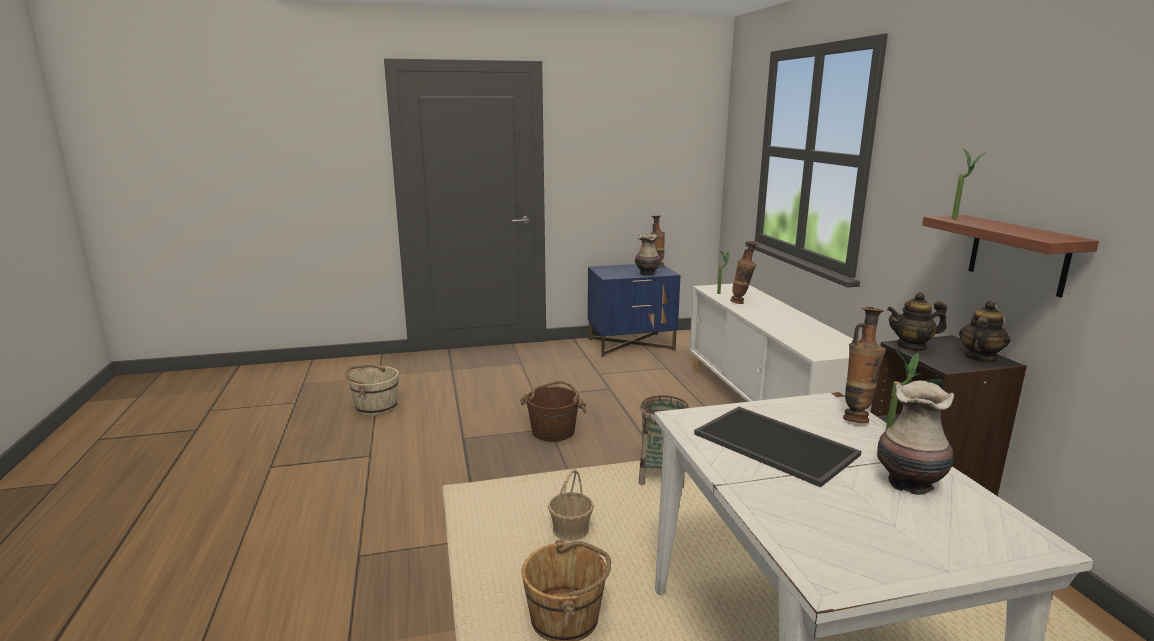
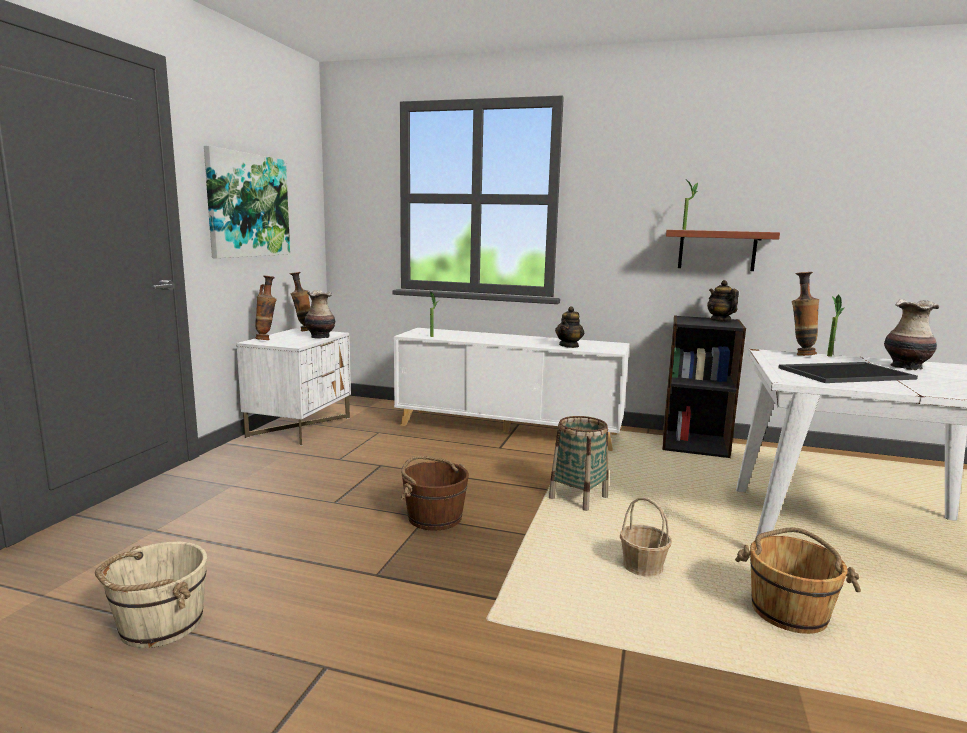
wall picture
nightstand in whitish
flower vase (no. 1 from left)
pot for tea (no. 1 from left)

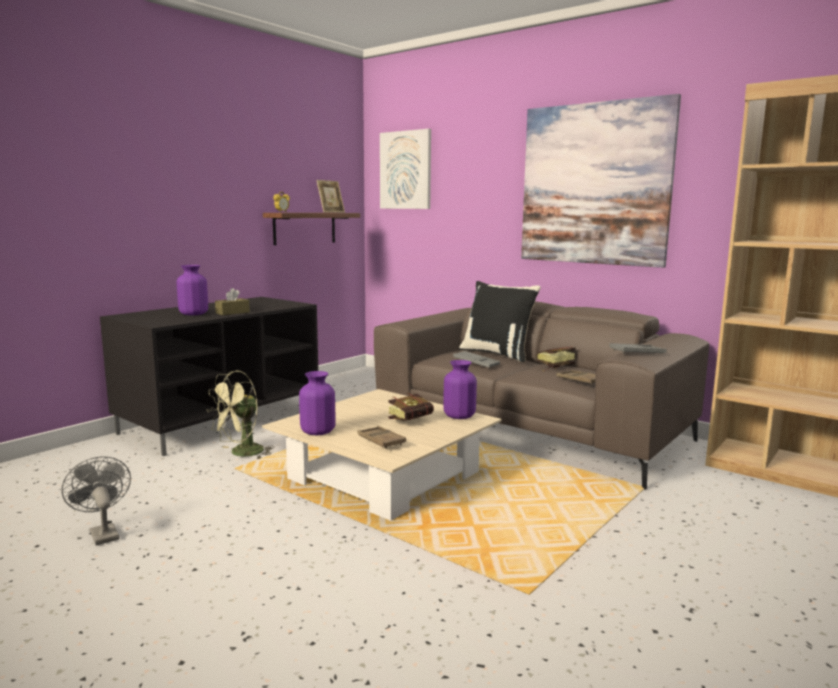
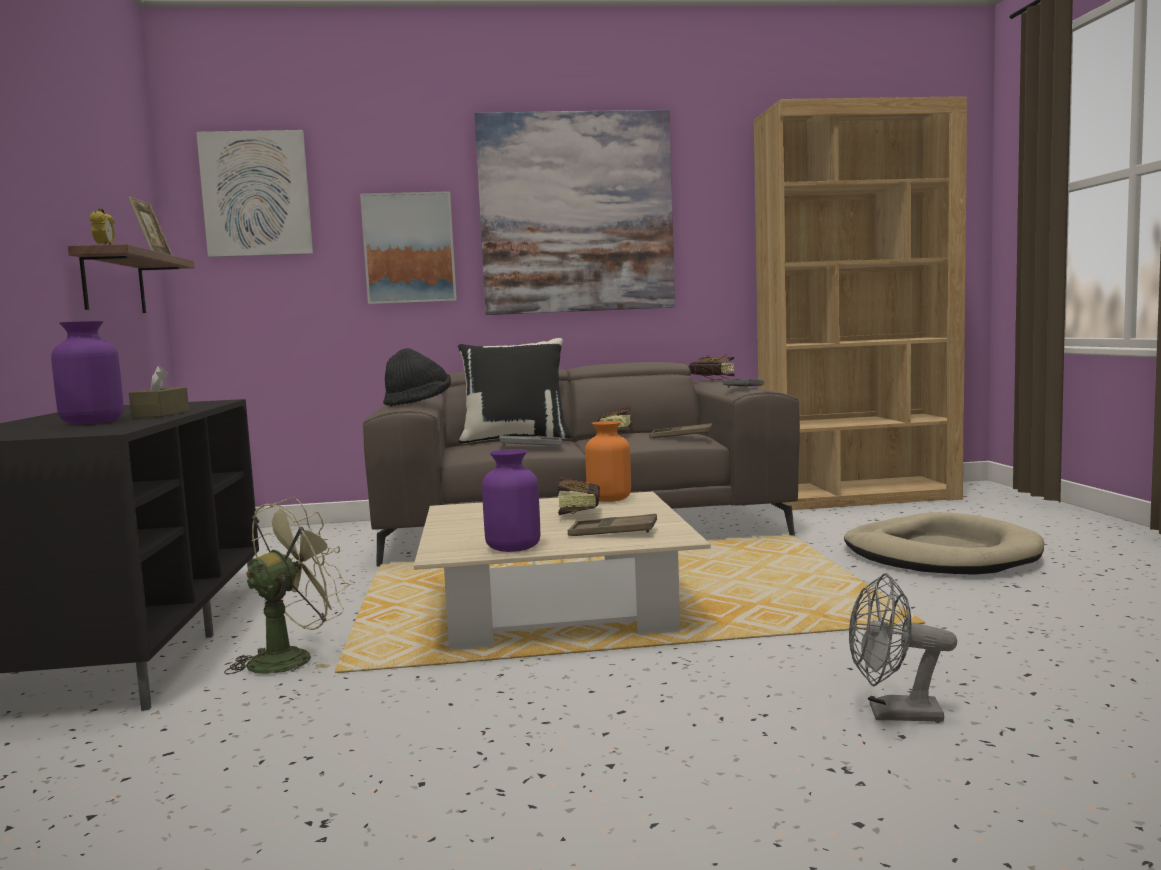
fan in green-coloured
wall picture (no. 2 from left)
clothing hat in blackish
flower vase in orangey
volume (no. 3 from left)
pet bed in beige
fan in grey

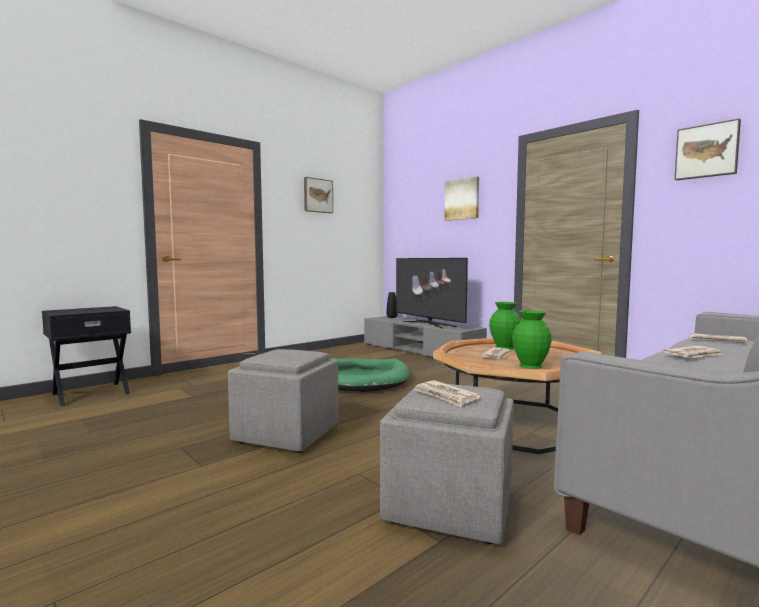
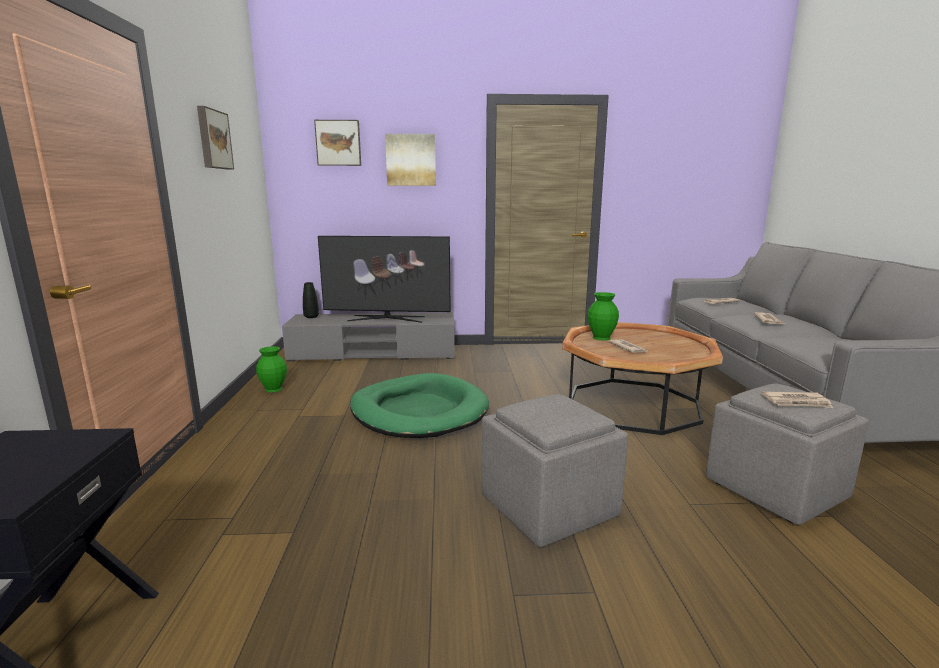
flower vase in green-coloured (no. 1 from left)
wall picture (no. 2 from left)

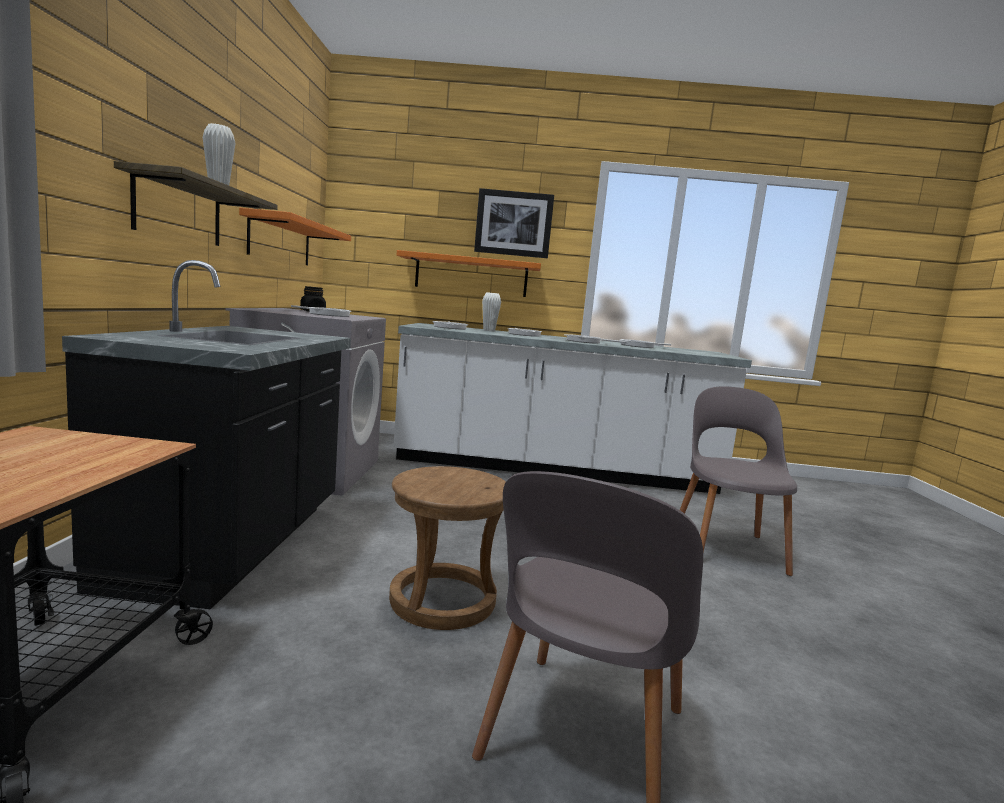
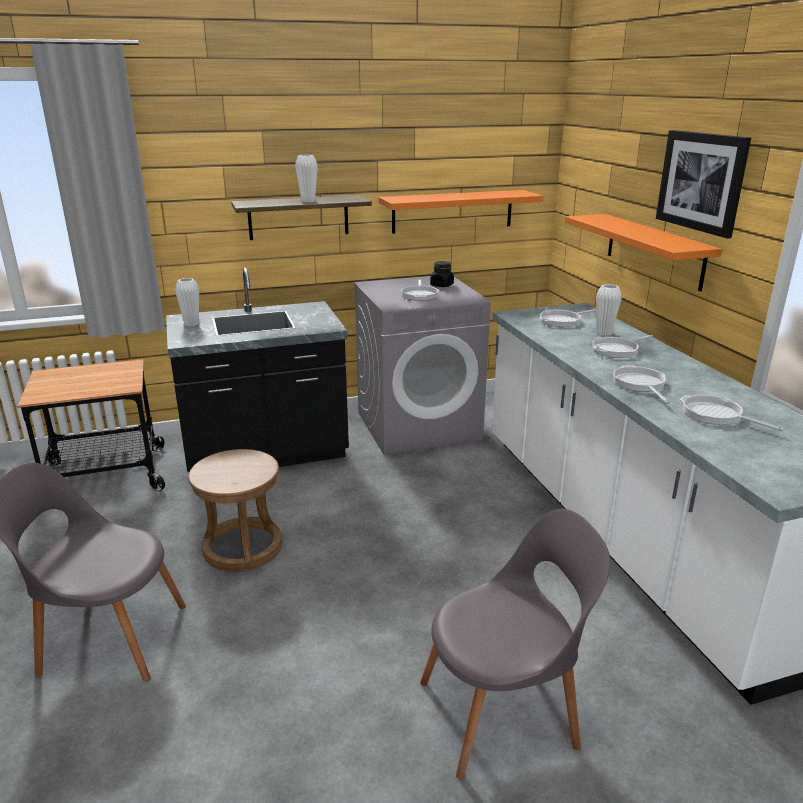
flower vase in whitish (no. 1 from left)

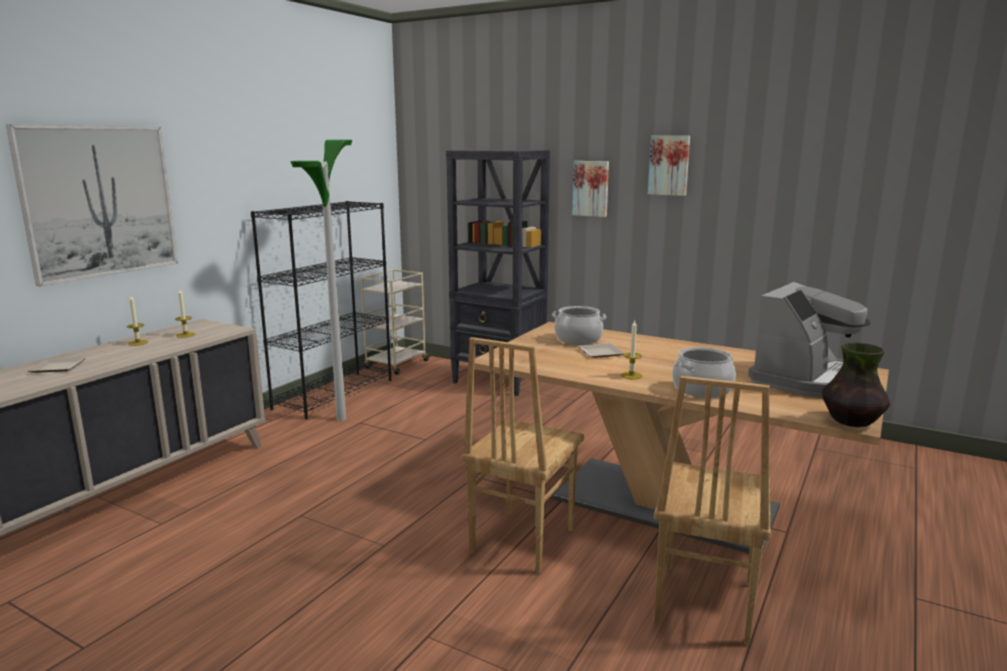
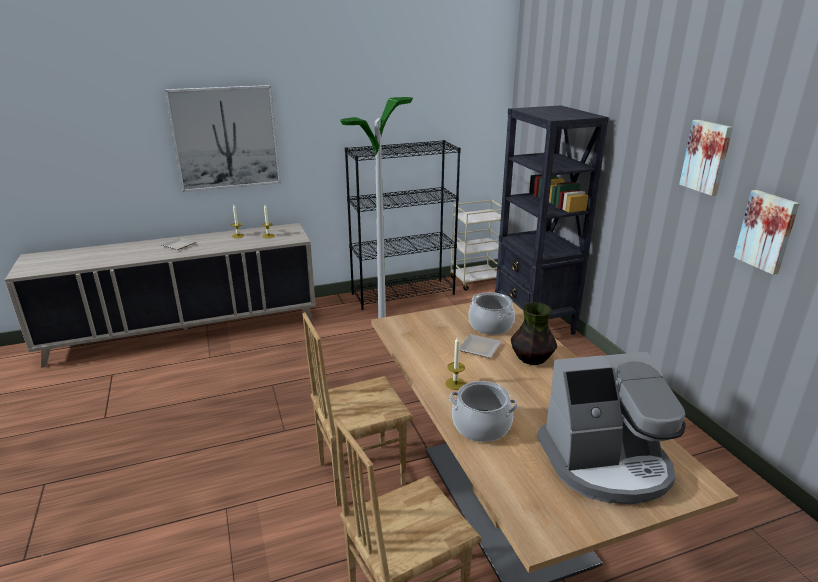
flower vase
wall picture (no. 3 from left)

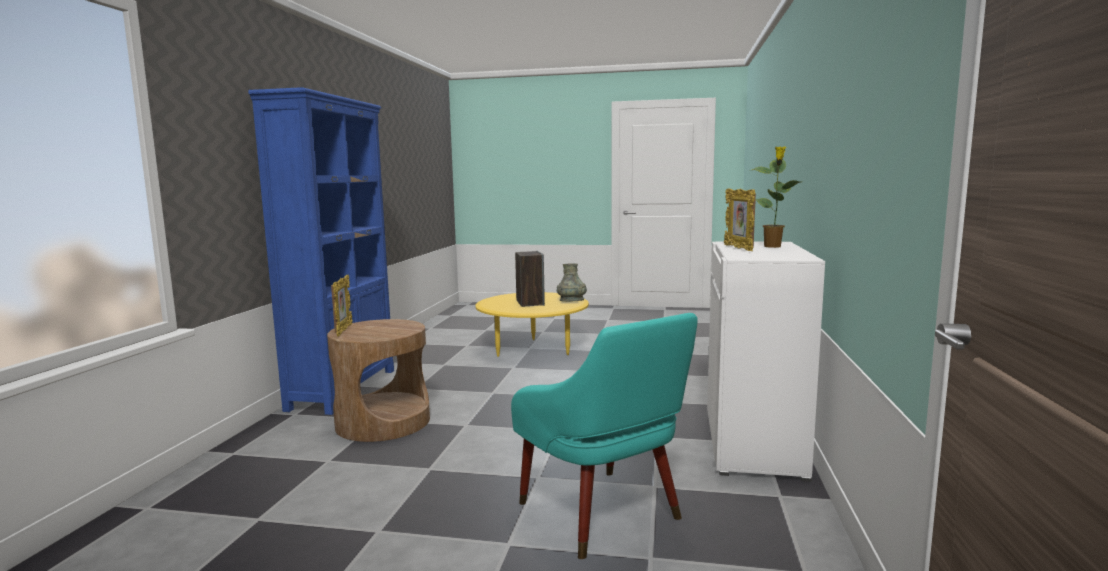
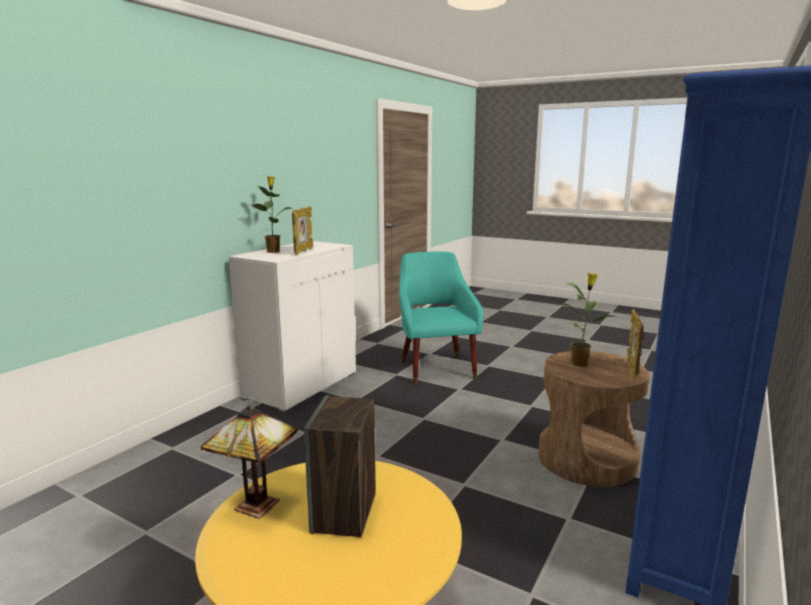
lamp for a table
houseplant (no. 2 from left)

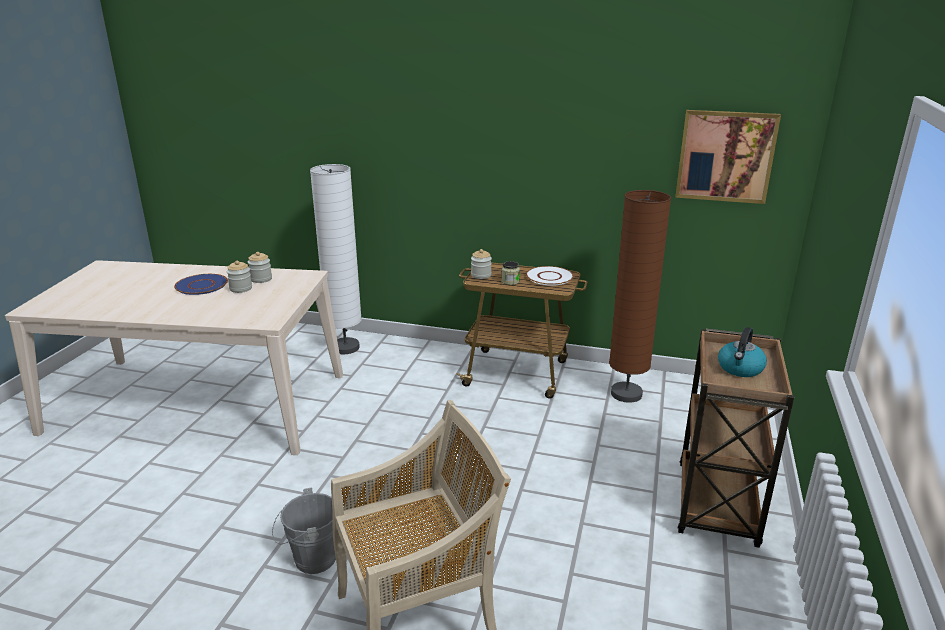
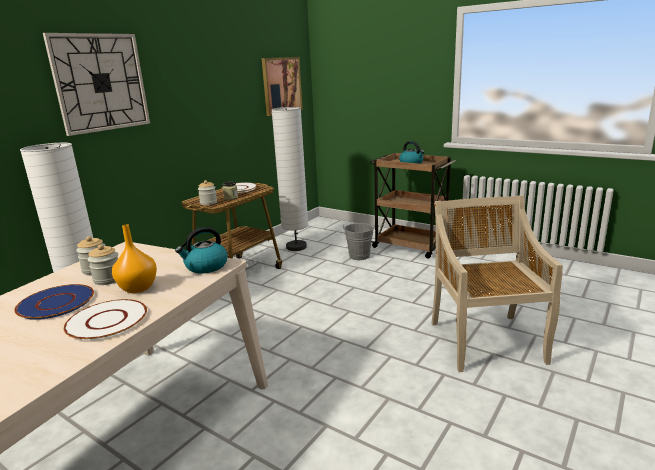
wall clock
plate in whitish (no. 1 from left)
flower vase in orangey
kettle (no. 1 from left)
standing lamp in whitish (no. 2 from left)
bucket in grey

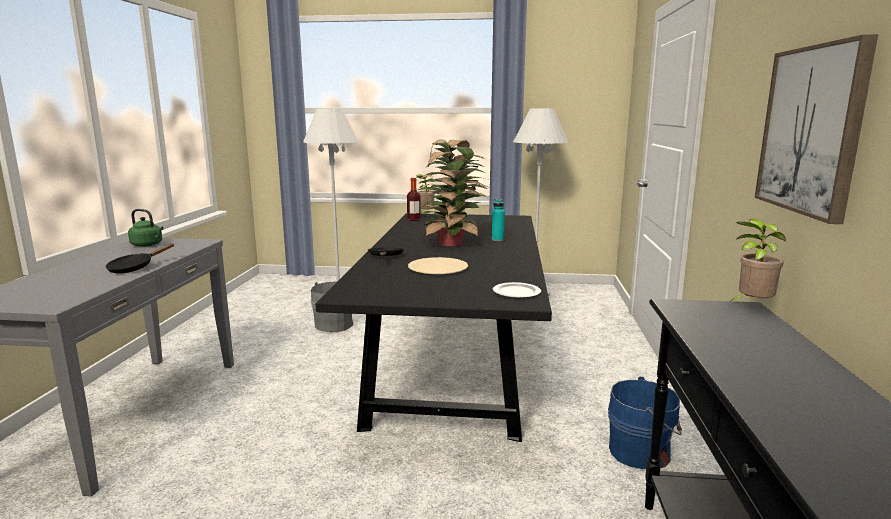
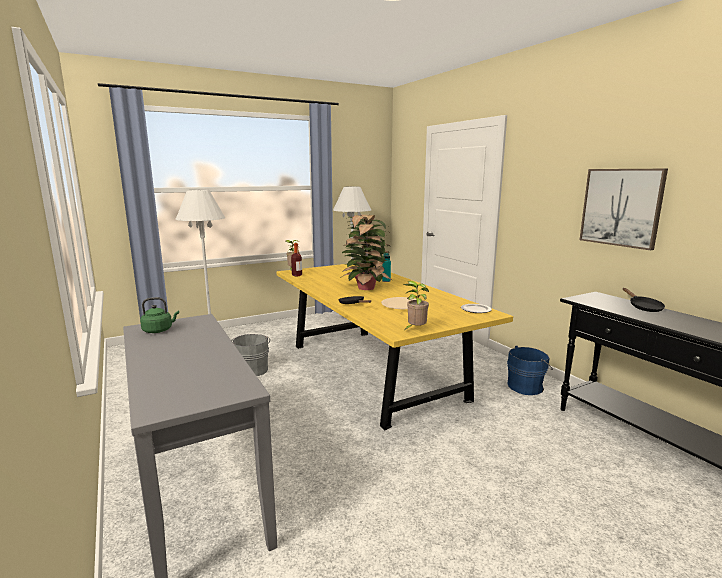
kitchen table in yellowish
houseplant (no. 3 from left)
skillet in blackish (no. 2 from left)

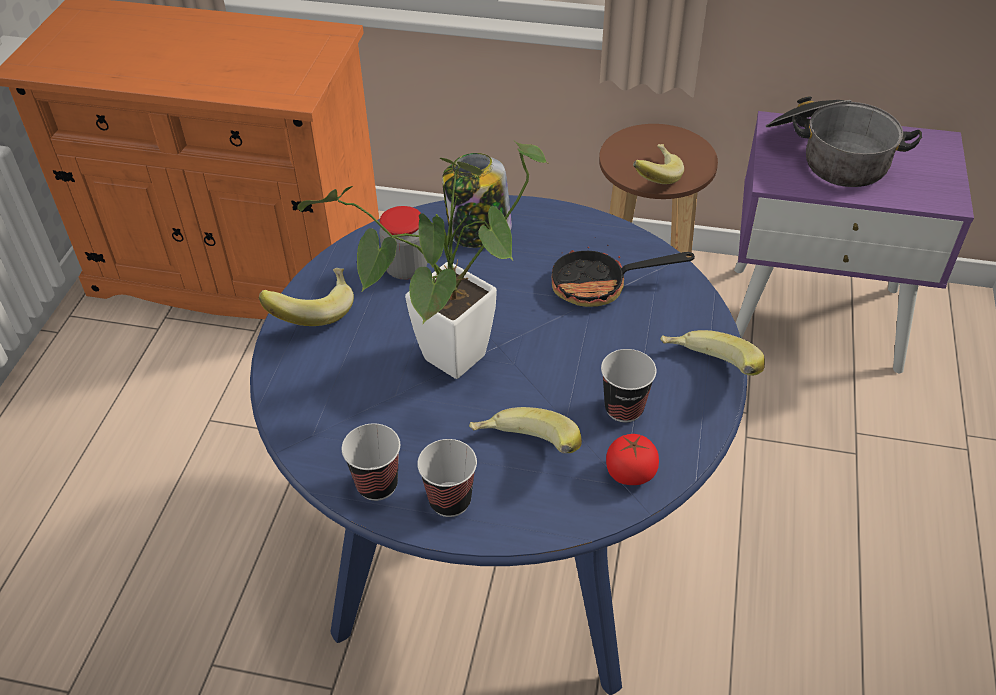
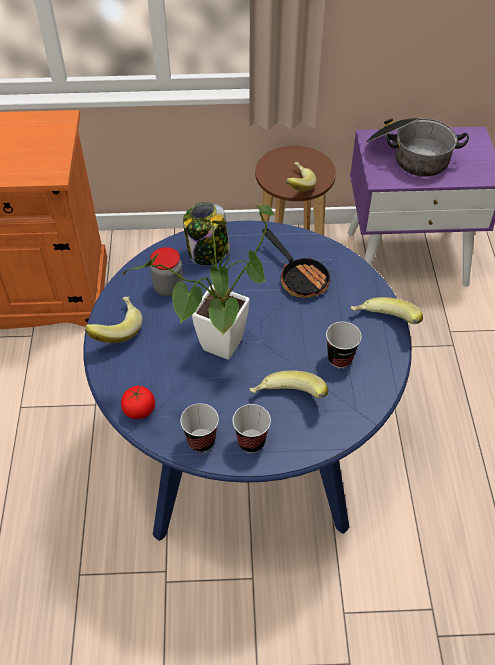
tomato
skillet

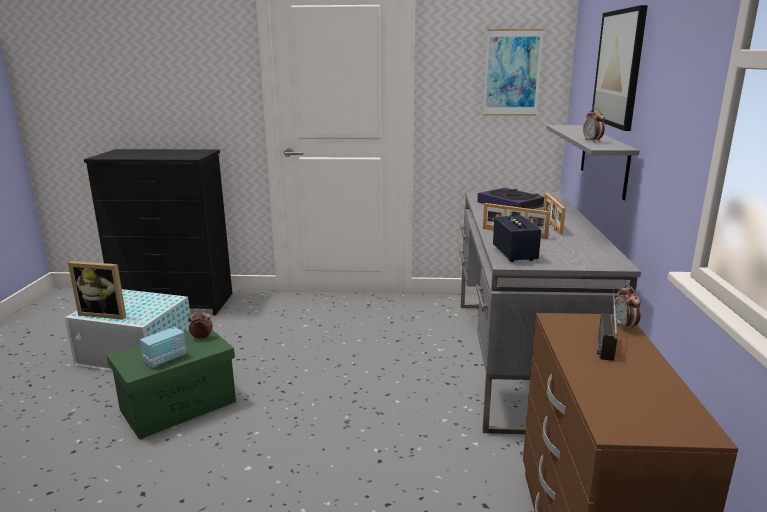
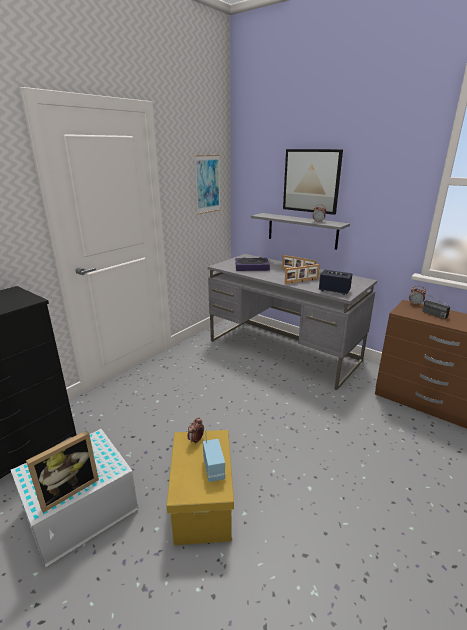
storage bin in yellowish

